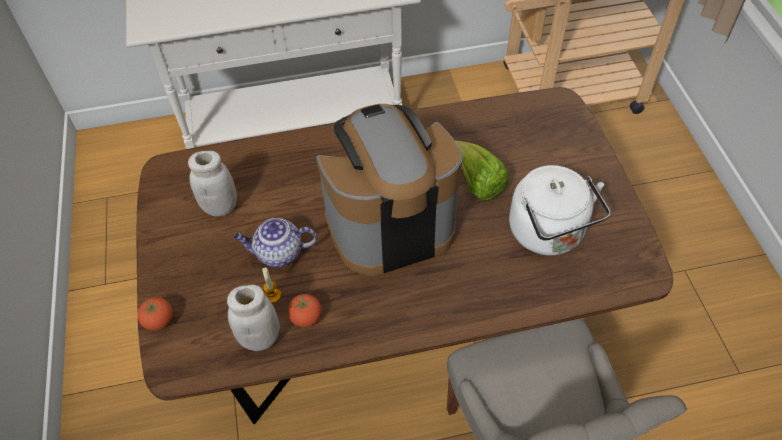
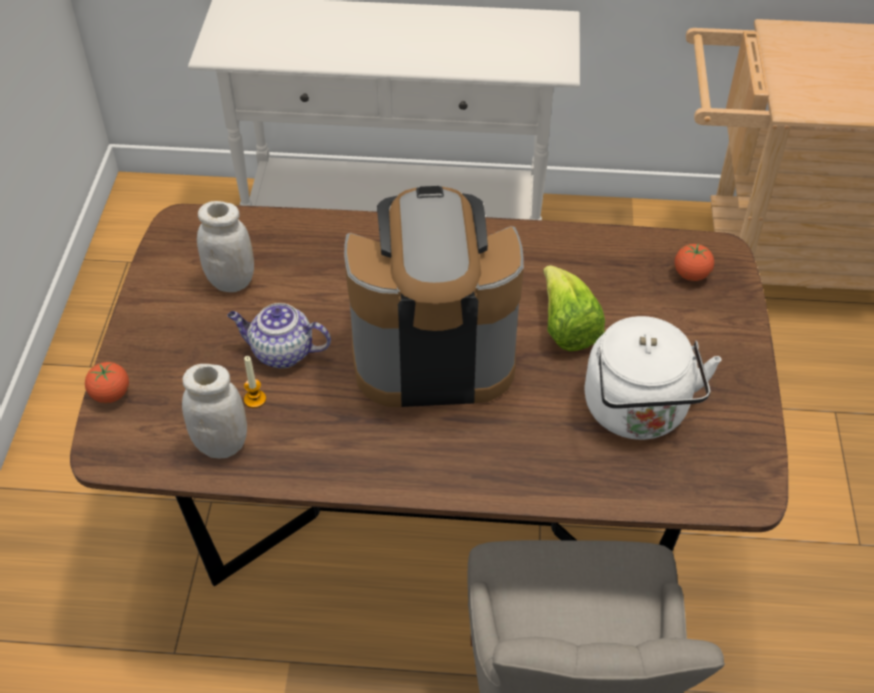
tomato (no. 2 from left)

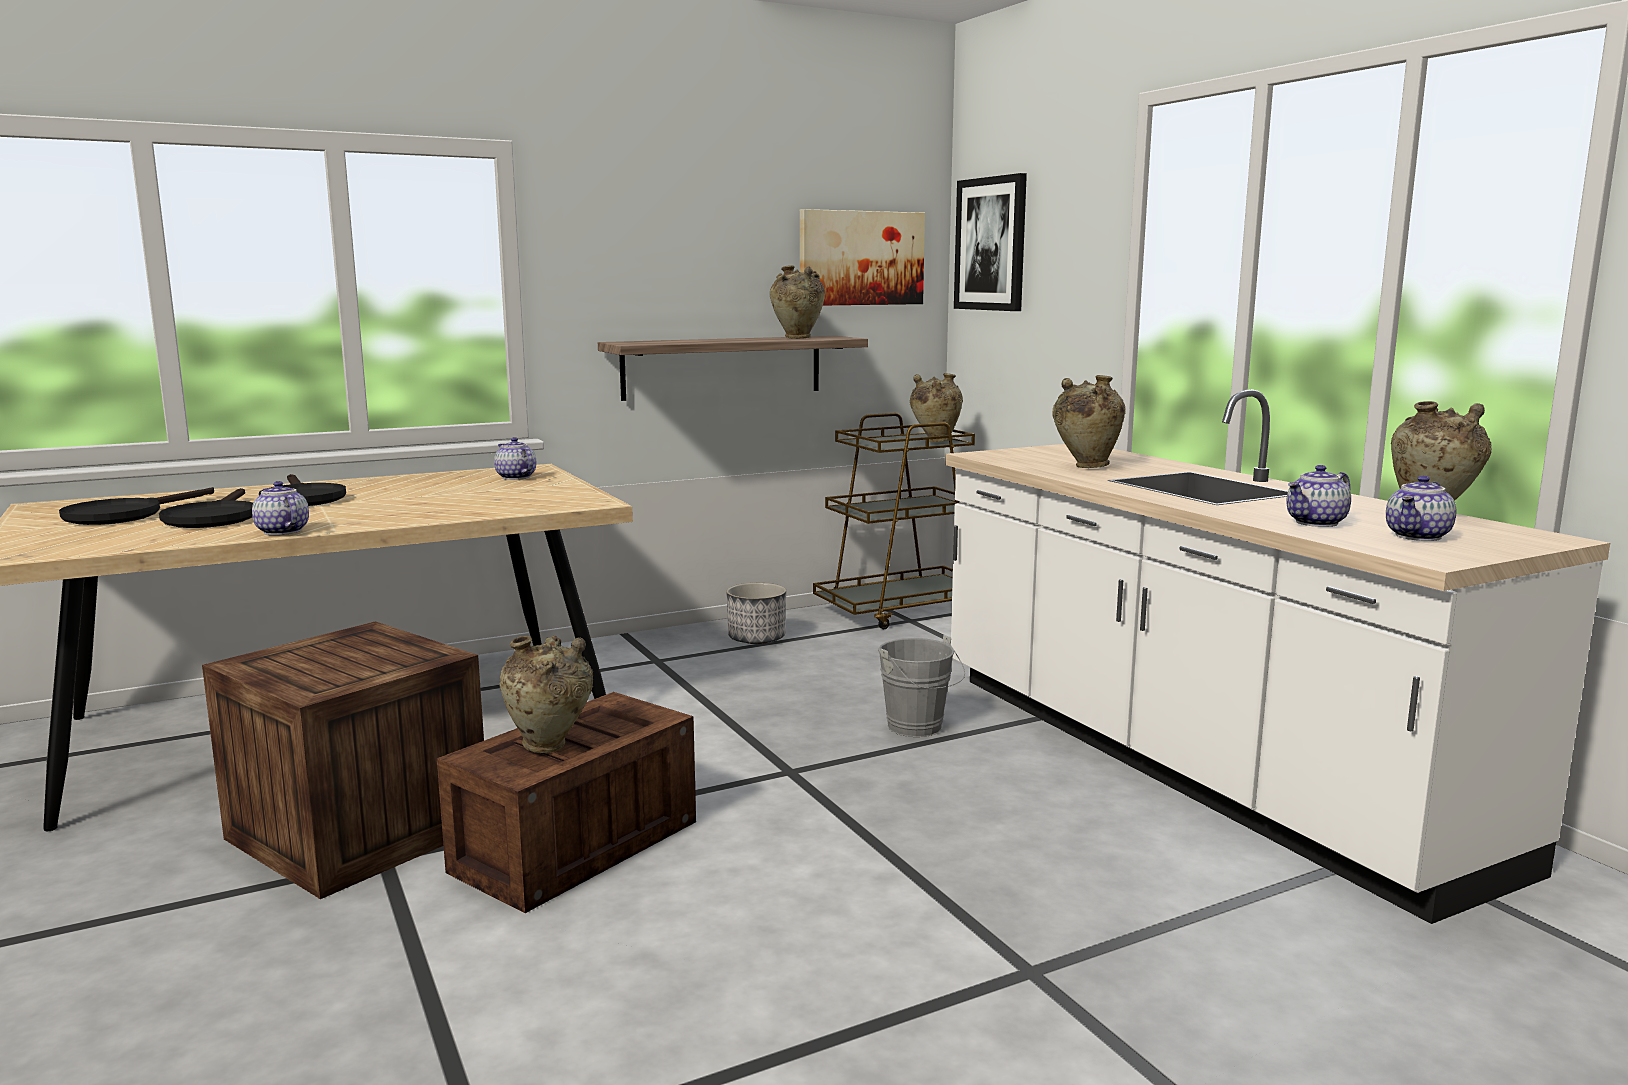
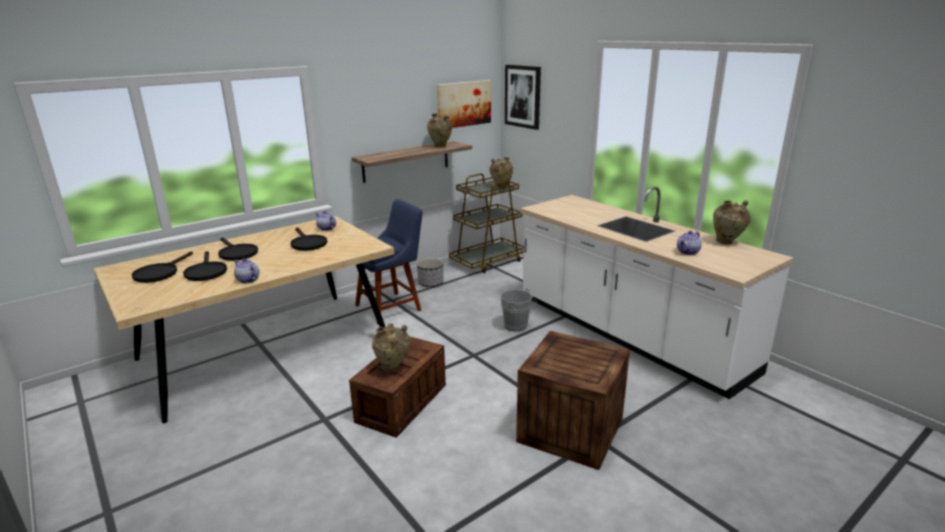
skillet in blackish (no. 4 from left)
plain chair in blue
packing crate (no. 2 from left)
flower vase in beige (no. 4 from left in the first image)
pot for tea (no. 4 from left in the first image)

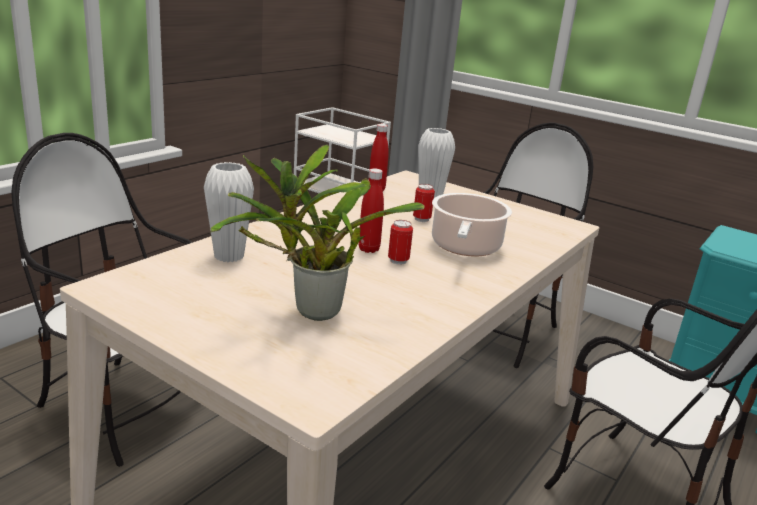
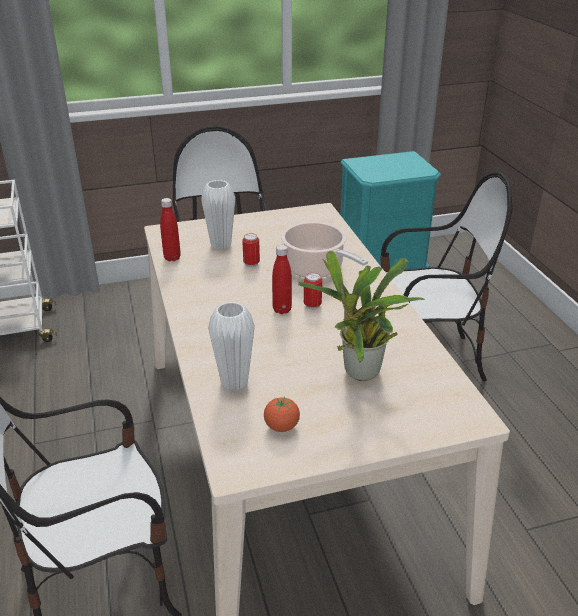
tomato

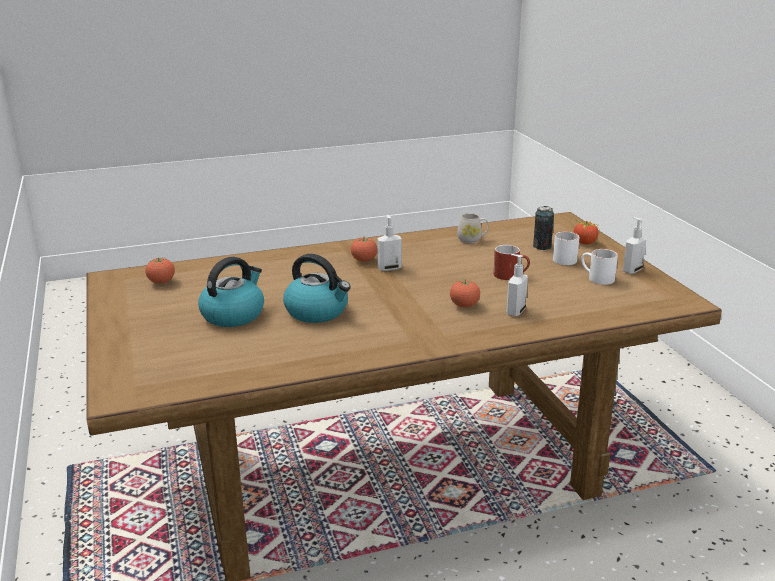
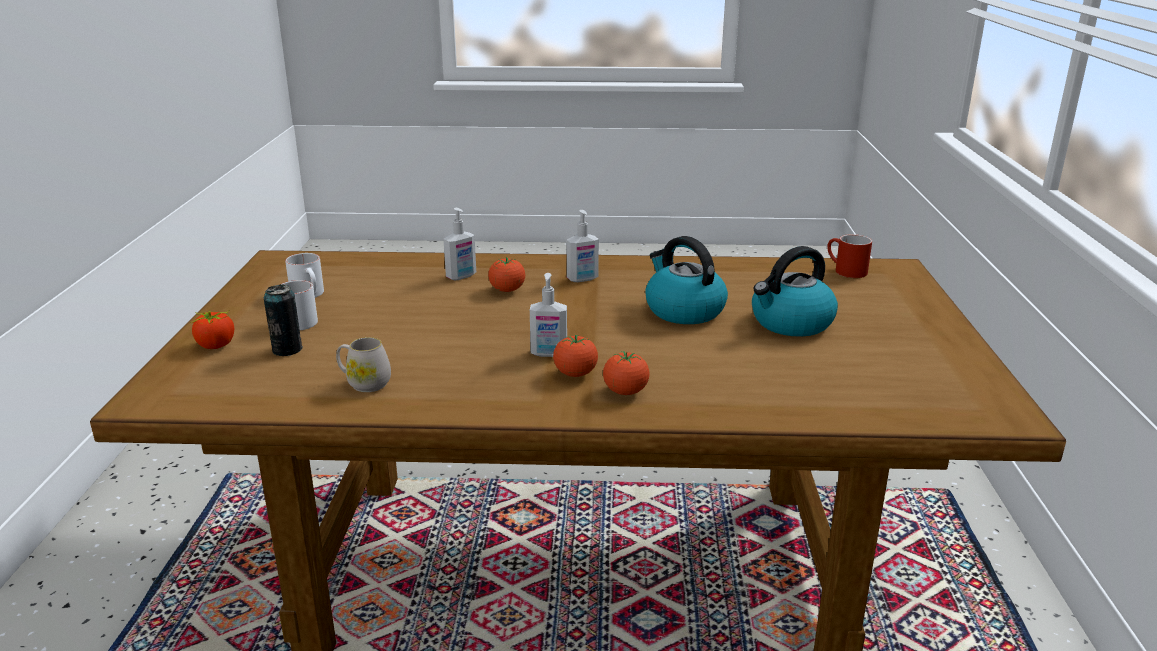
soap dispenser (no. 3 from left)
tomato (no. 4 from left)
coffee mug in reddish

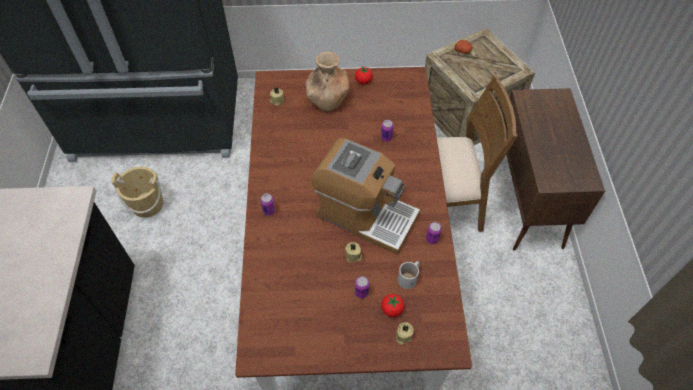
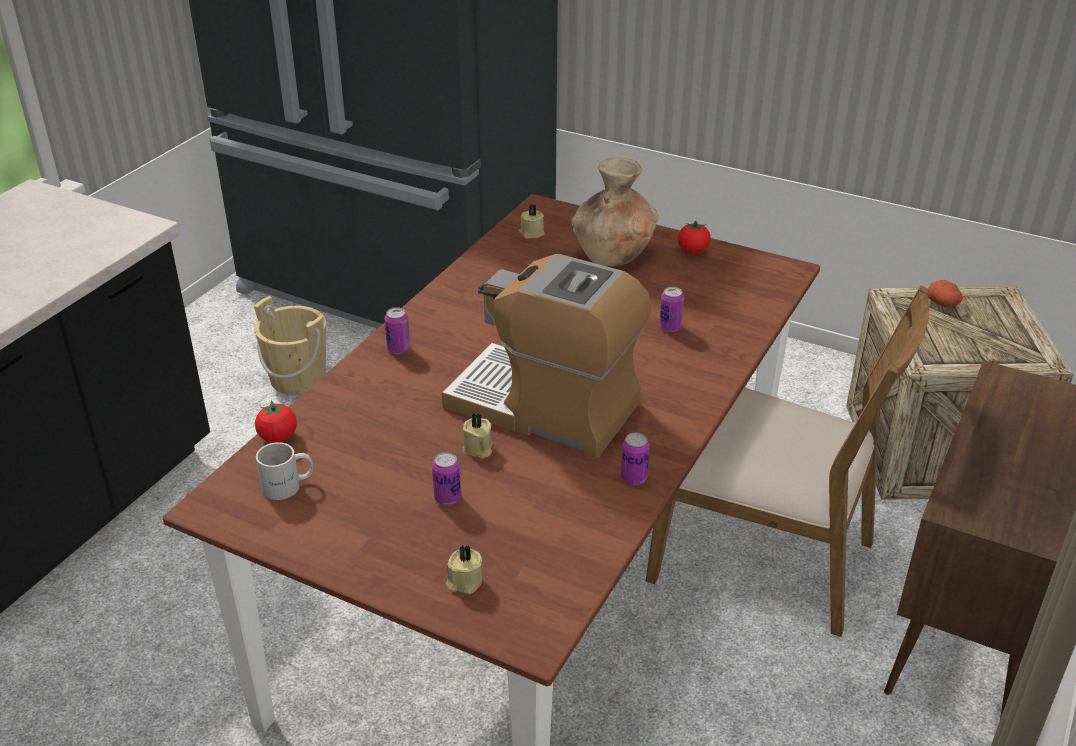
tomato (no. 1 from left)
coffee mug in whitish
coffee maker

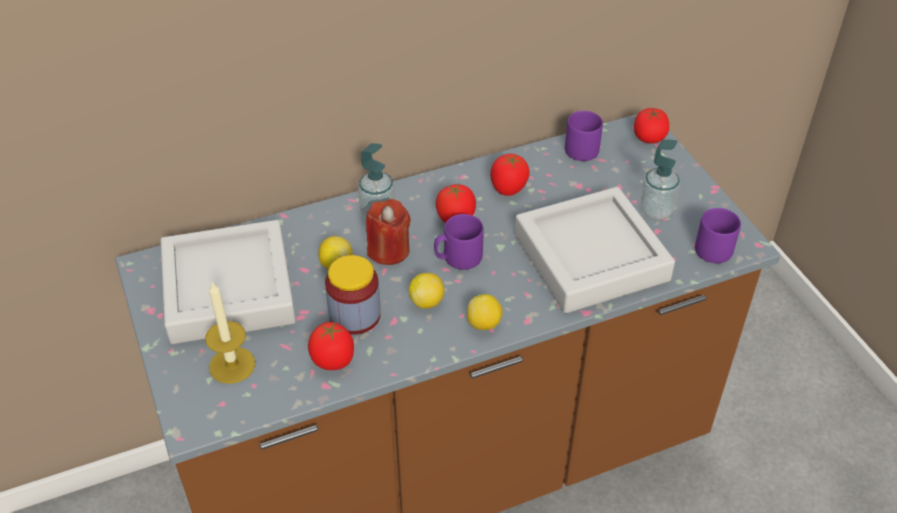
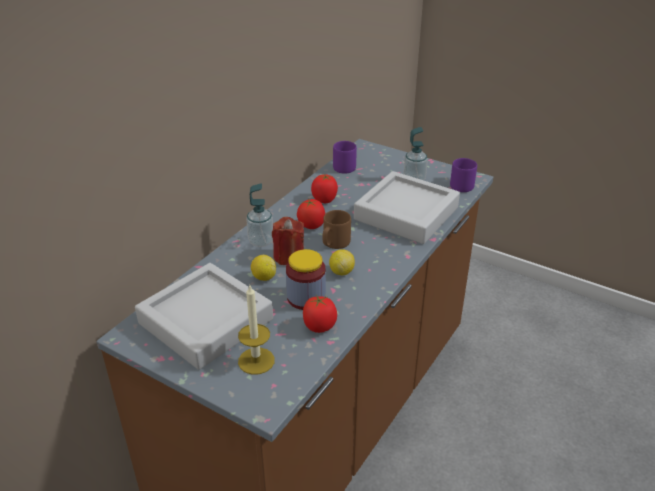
coffee mug in brown-coloured
lemon (no. 3 from left in the first image)
tomato (no. 4 from left in the first image)

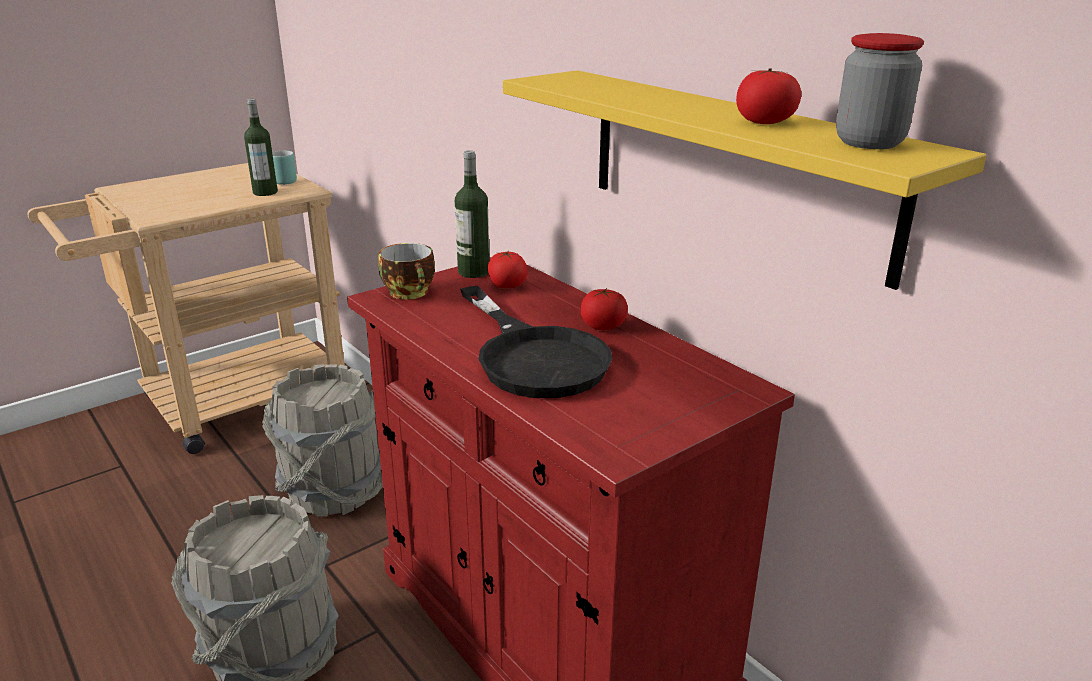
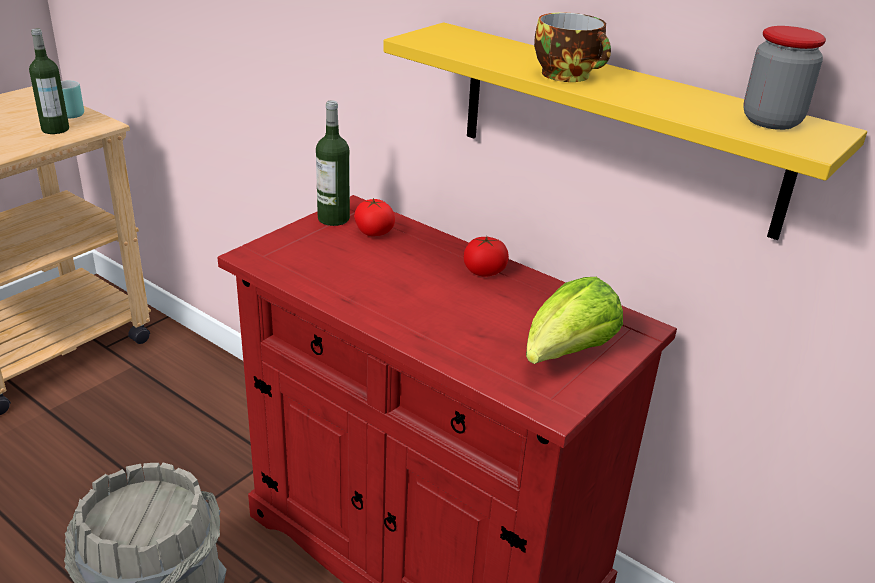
lettuce
small cup
bucket in grey (no. 2 from left in the first image)
skillet in blackish
tomato (no. 3 from left in the first image)

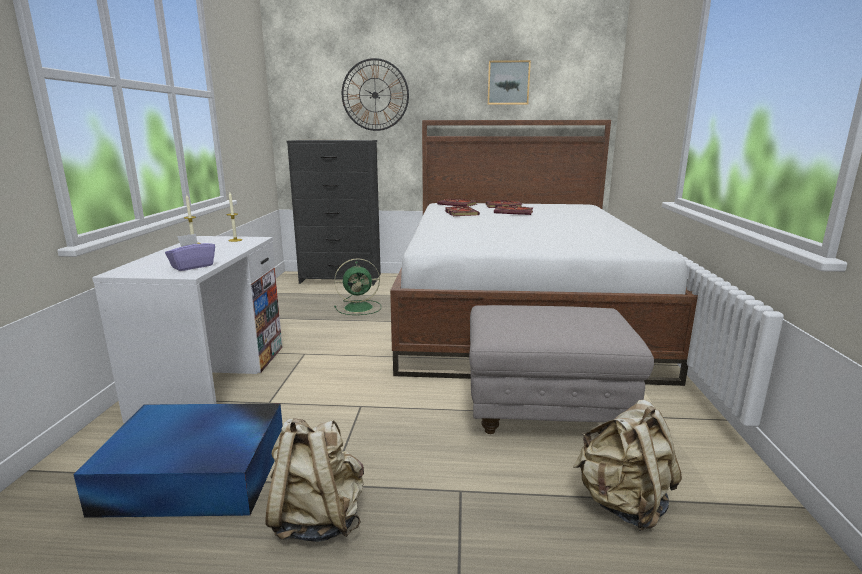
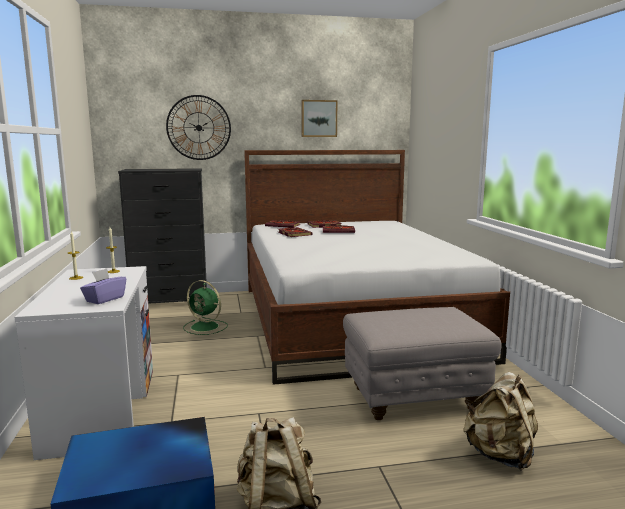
fan in green-coloured

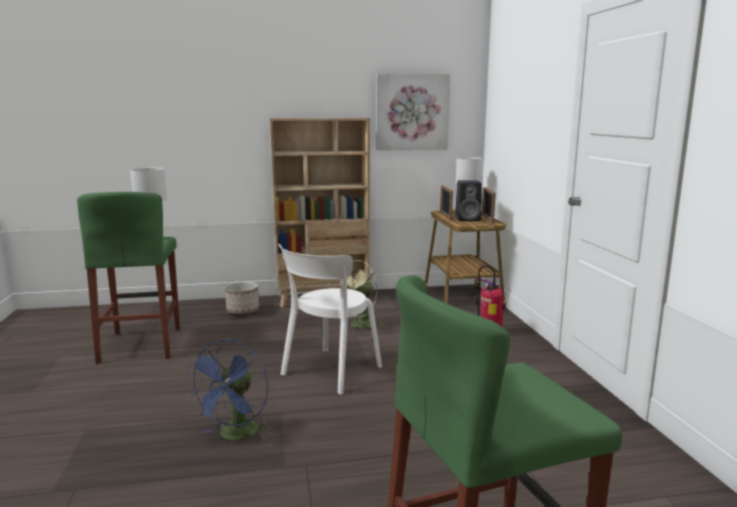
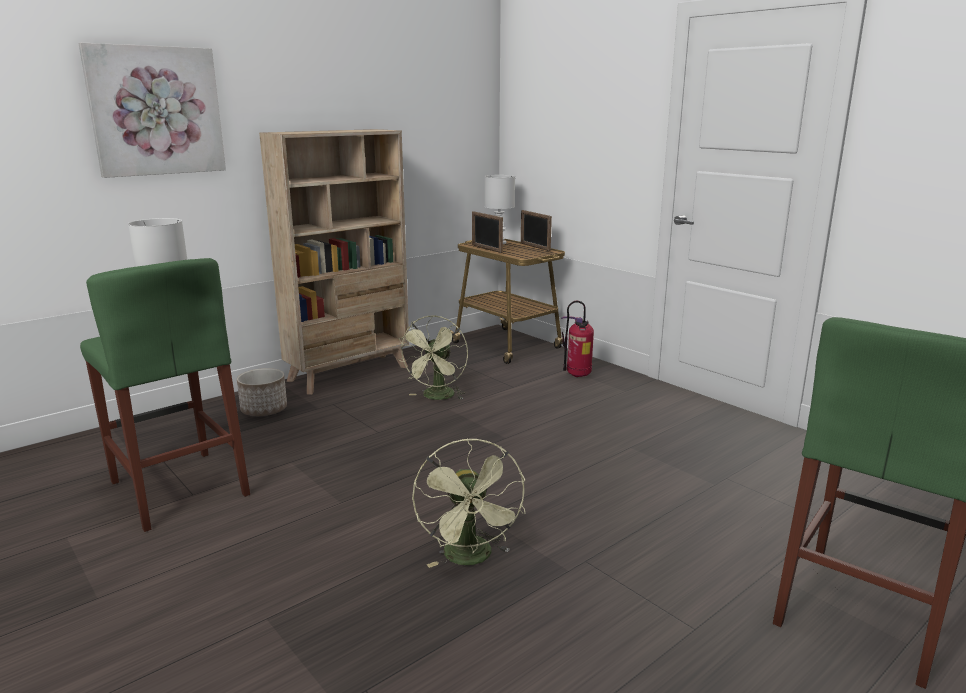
wall picture
fan in green-coloured (no. 2 from left)
plain chair in whitish
audio speaker in blackish

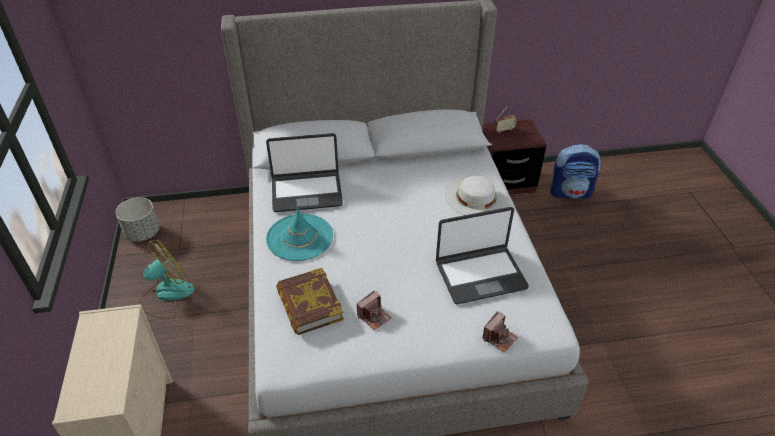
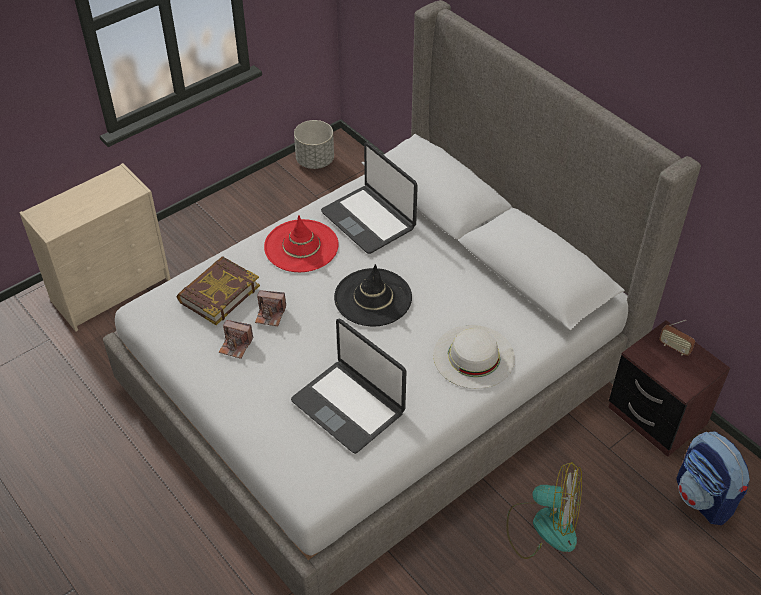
photo camera (no. 2 from left)
clothing hat in reddish
clothing hat in blackish
fan

